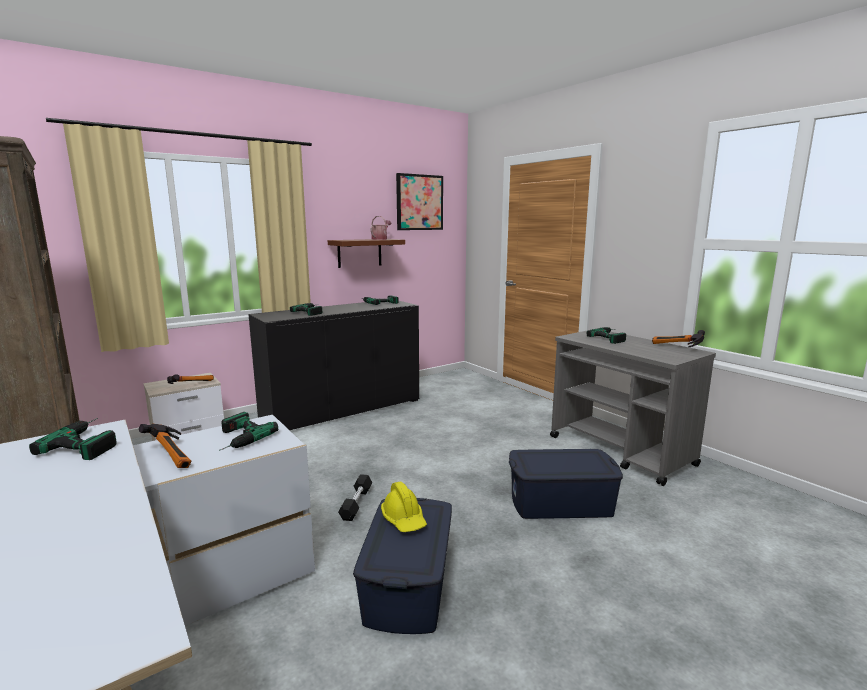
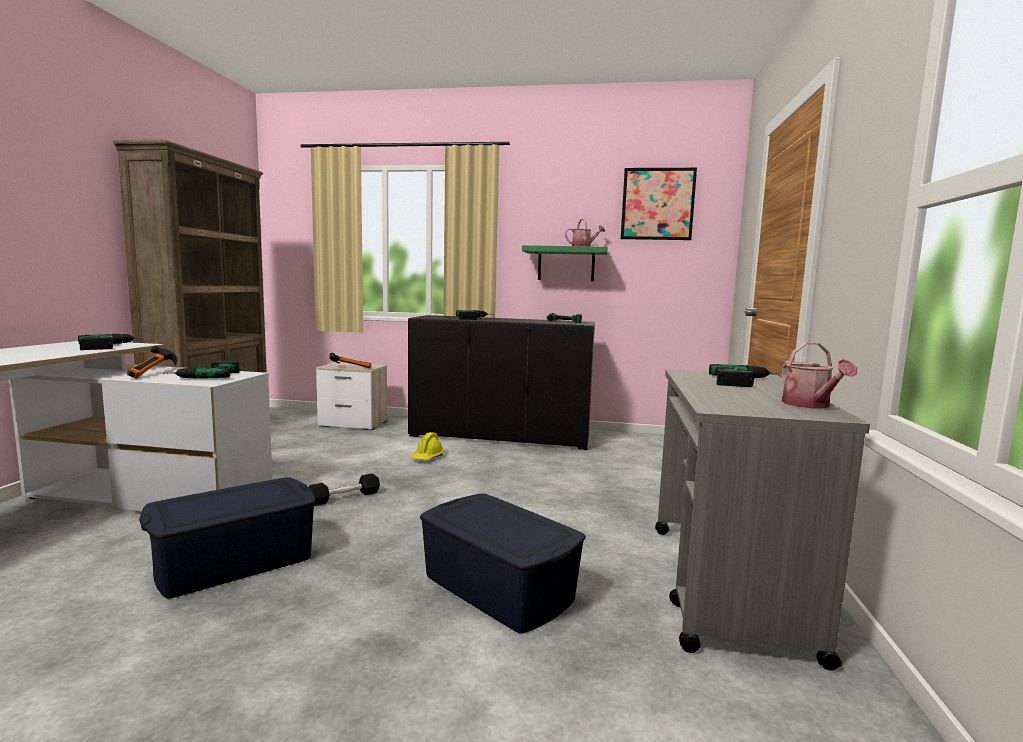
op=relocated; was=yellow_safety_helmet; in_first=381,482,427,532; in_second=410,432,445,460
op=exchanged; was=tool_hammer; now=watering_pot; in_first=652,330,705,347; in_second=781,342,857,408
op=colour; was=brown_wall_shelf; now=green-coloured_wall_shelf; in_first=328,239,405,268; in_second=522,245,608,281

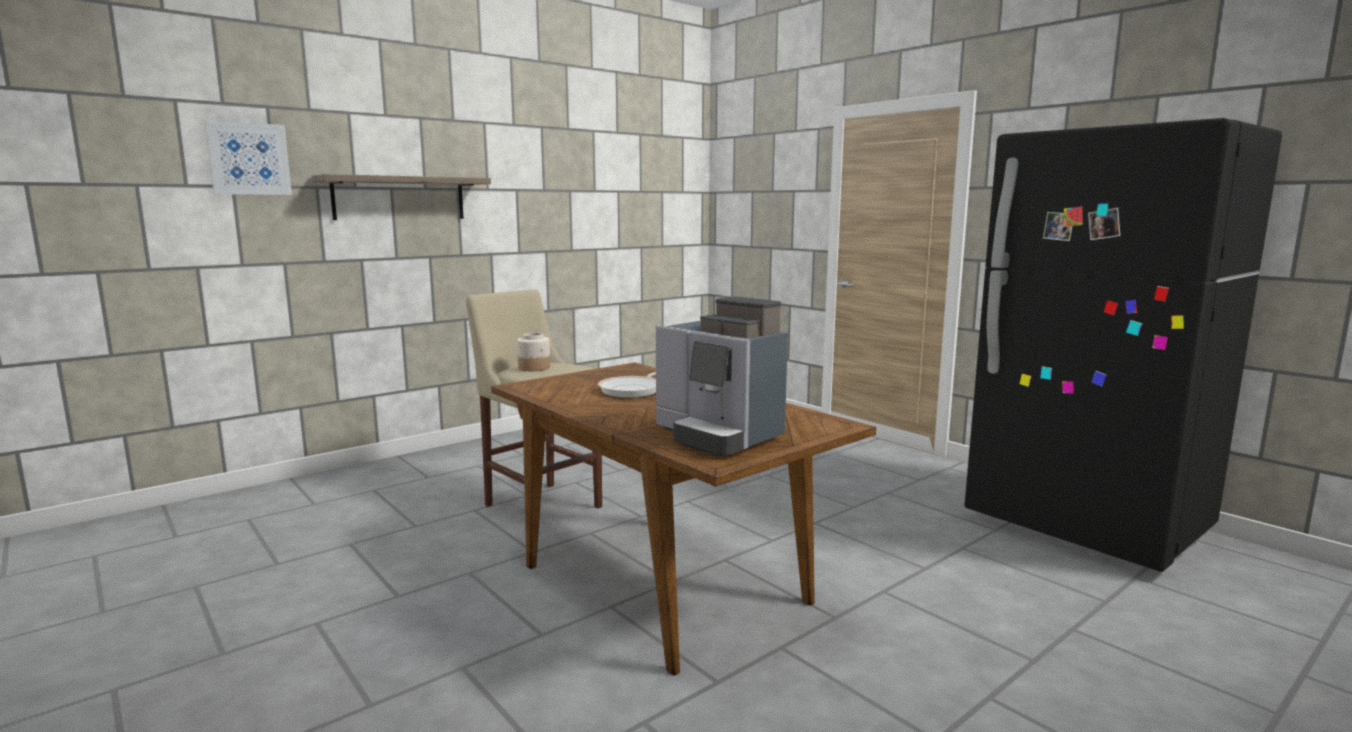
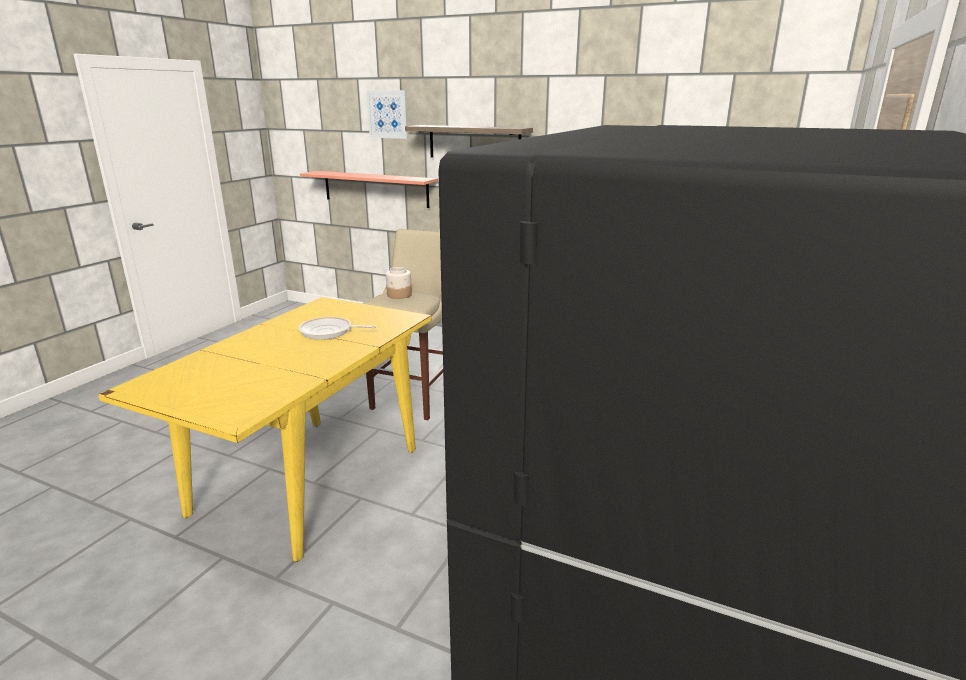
op=missing; was=coffee_maker; in_first=656,296,788,457
op=appeared; now=wall_shelf; in_second=300,171,438,208
op=colour; was=brown_kitchen_table; now=yellow_kitchen_table; in_first=491,362,876,675; in_second=98,297,432,562

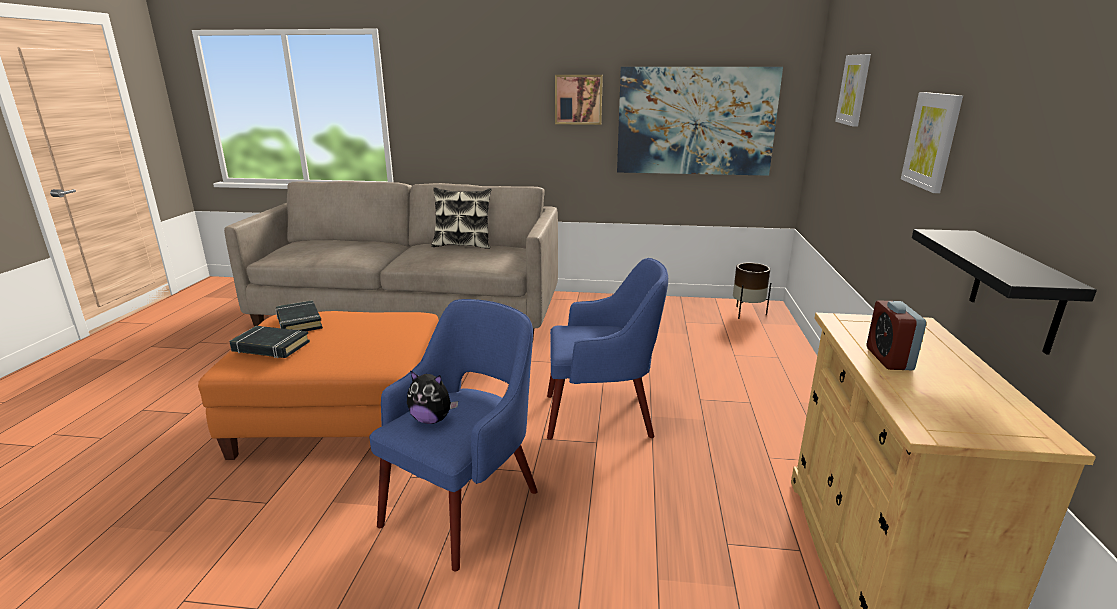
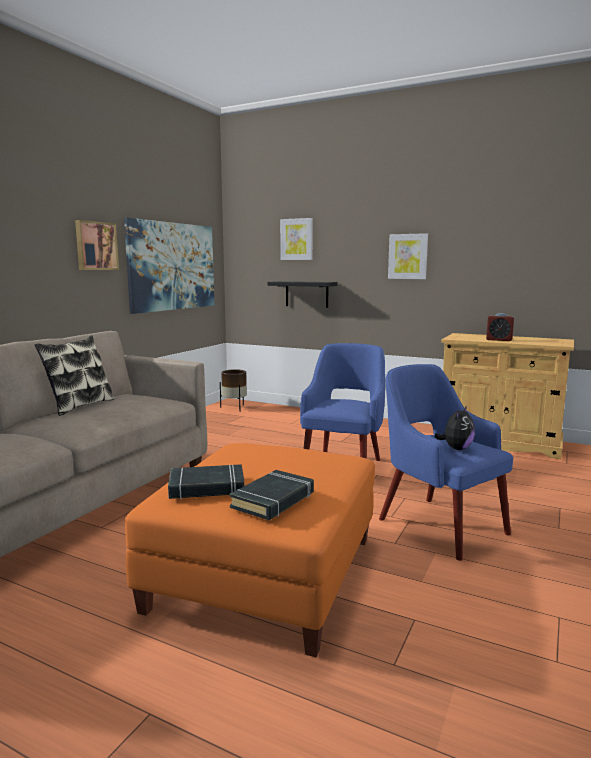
op=relocated; was=blackish_wall_shelf; in_first=912,229,1097,355; in_second=267,281,337,308

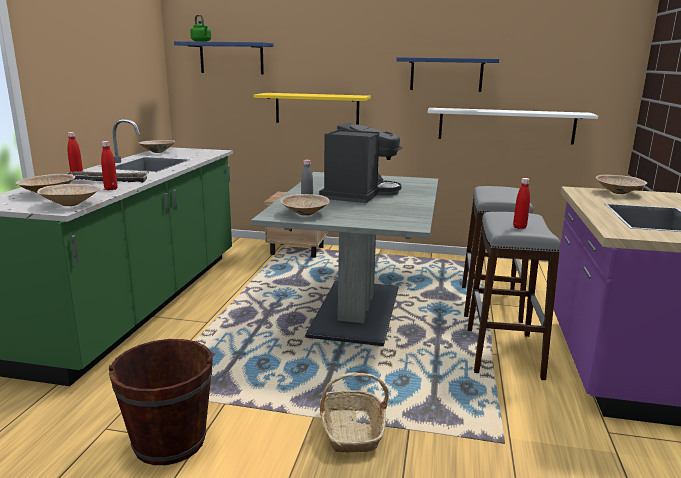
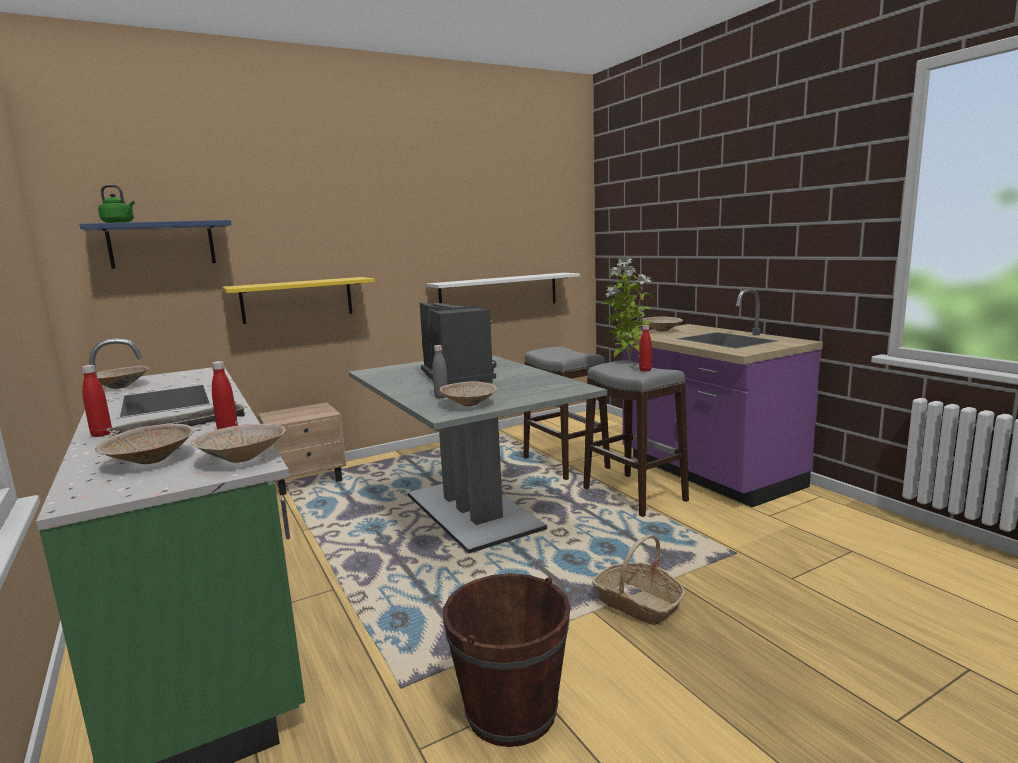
op=missing; was=blue-coloured_wall_shelf; in_first=396,57,499,92
op=appeared; now=plant_in_a_pot; in_second=603,257,653,361

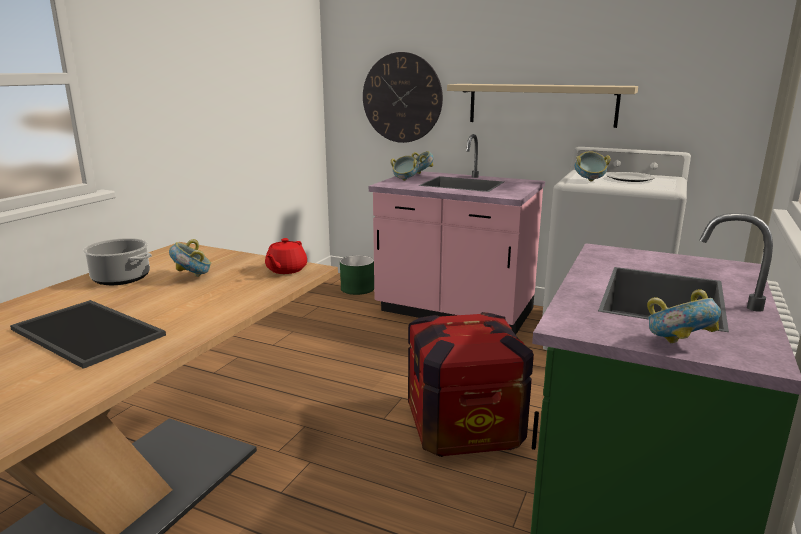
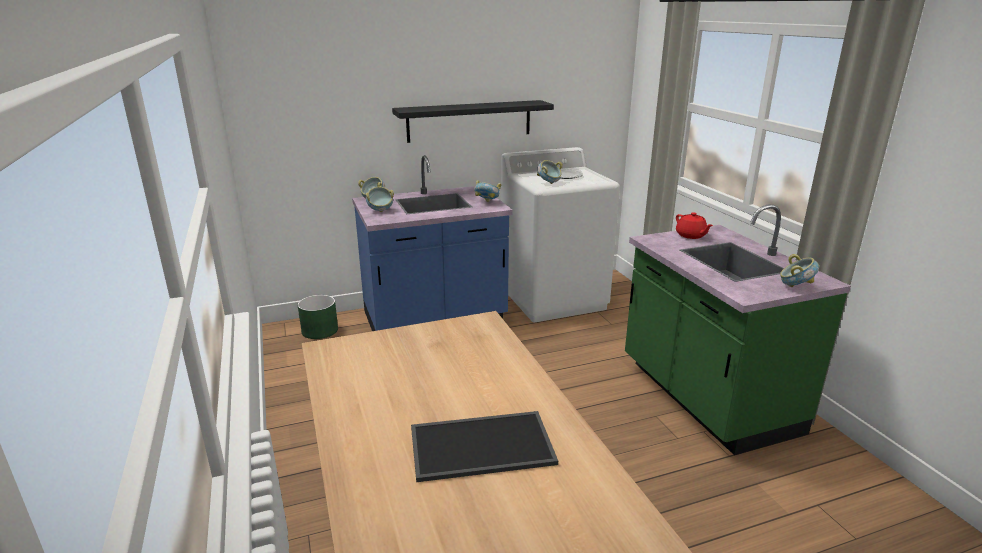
op=missing; was=stockpot; in_first=83,238,152,285
op=missing; was=clock_on_the_wall; in_first=363,52,443,143
op=missing; was=crate; in_first=408,312,534,457
op=relocated; was=bowl; in_first=169,239,211,277; in_second=474,180,501,202
op=relocated; was=reddish_teapot; in_first=265,238,307,274; in_second=676,212,713,239
op=colour; was=pinkish_kitchen_counter; now=blue-coloured_kitchen_counter; in_first=369,134,545,335; in_second=352,155,513,331
op=colour; was=beige-coloured_wall_shelf; now=blackish_wall_shelf; in_first=447,84,638,128; in_second=392,100,554,143

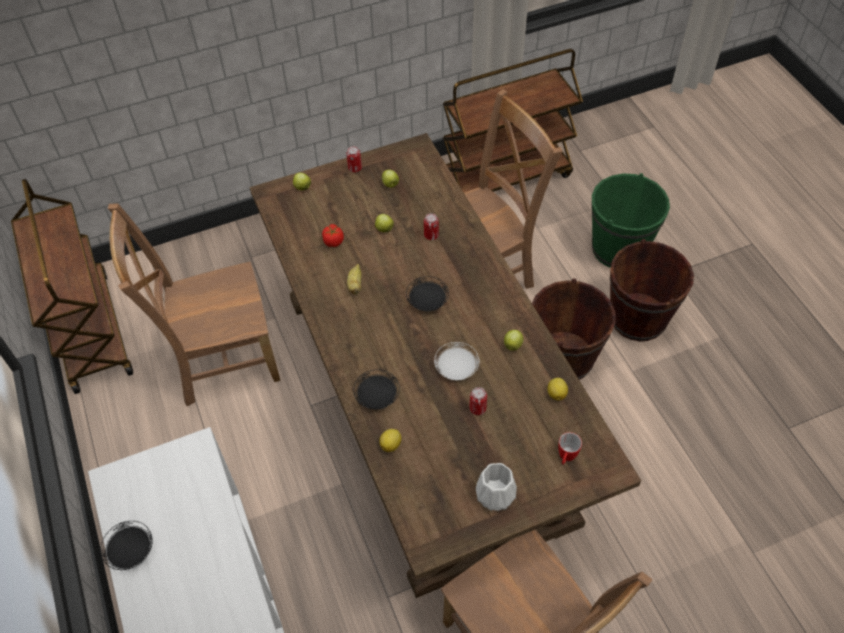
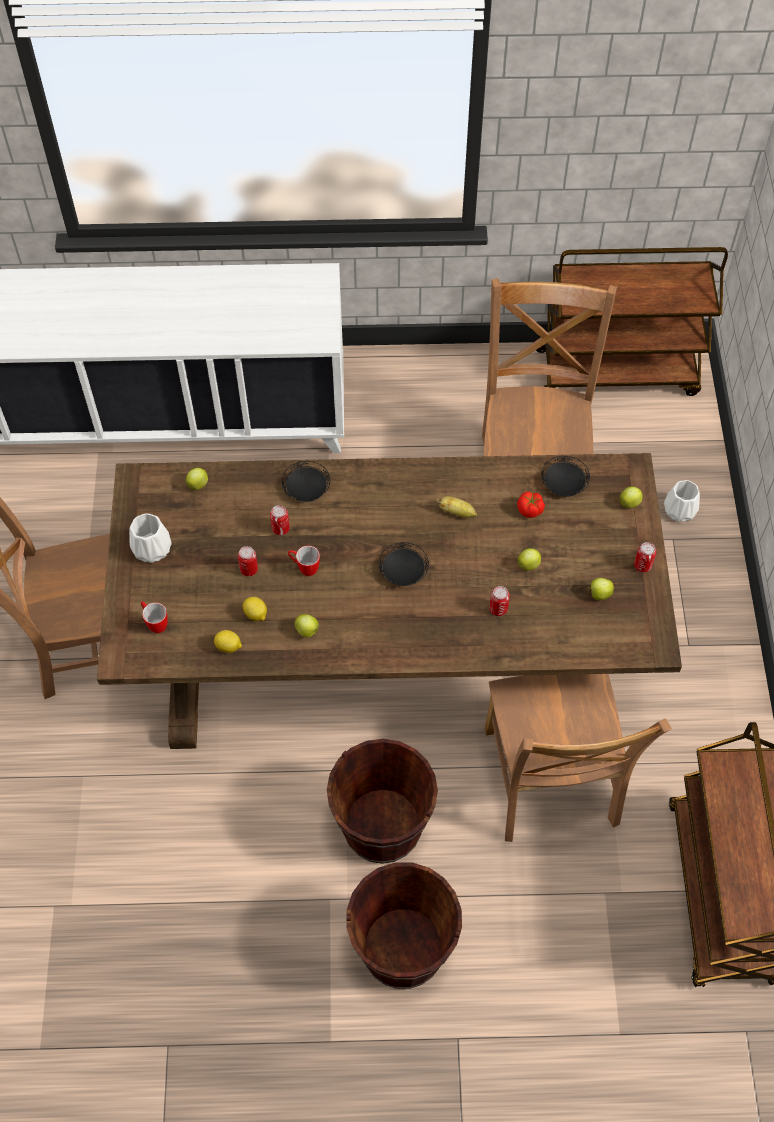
op=missing; was=green-coloured_bucket; in_first=591,173,670,268
op=appeared; now=whole_apple; in_second=186,468,208,490
op=appeared; now=can; in_second=270,505,290,535
op=appeared; now=white_flower_vase; in_second=664,480,700,522
op=relocated; was=blackish_flat_dish; in_first=100,521,153,570; in_second=541,456,590,497
op=relocated; was=citrus_fruit; in_first=379,429,401,452; in_second=243,597,267,621
op=exchanged; was=white_flat_dish; now=coffee_mug; in_first=434,342,480,380; in_second=288,546,320,576

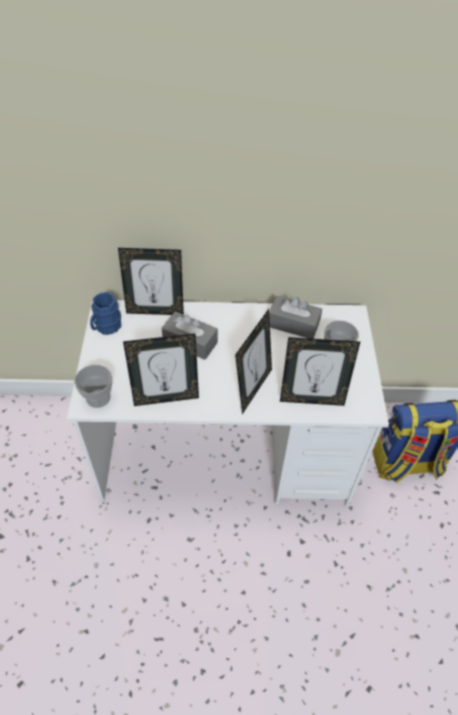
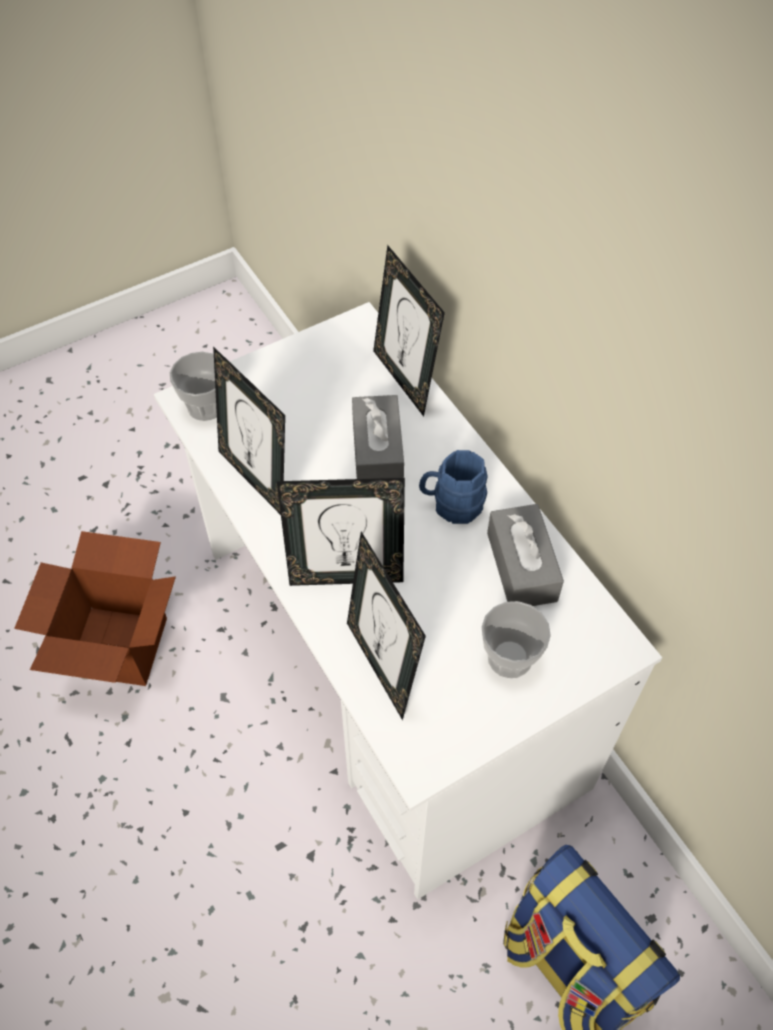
op=appeared; now=packing_box; in_second=14,531,176,686
op=relocated; was=blue-coloured_coffee_mug; in_first=90,292,121,335; in_second=419,450,488,524

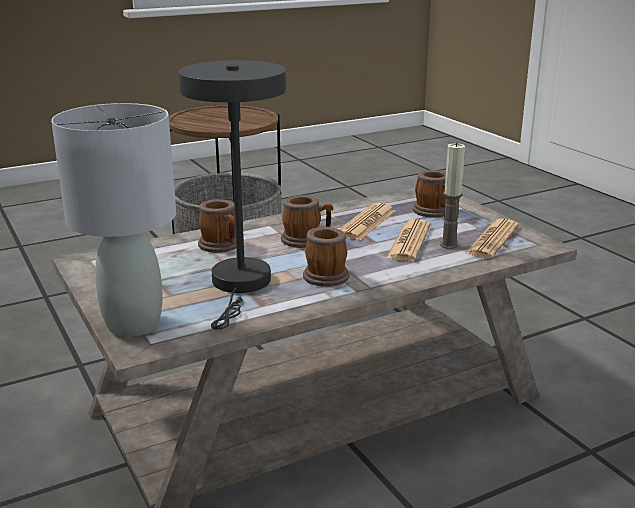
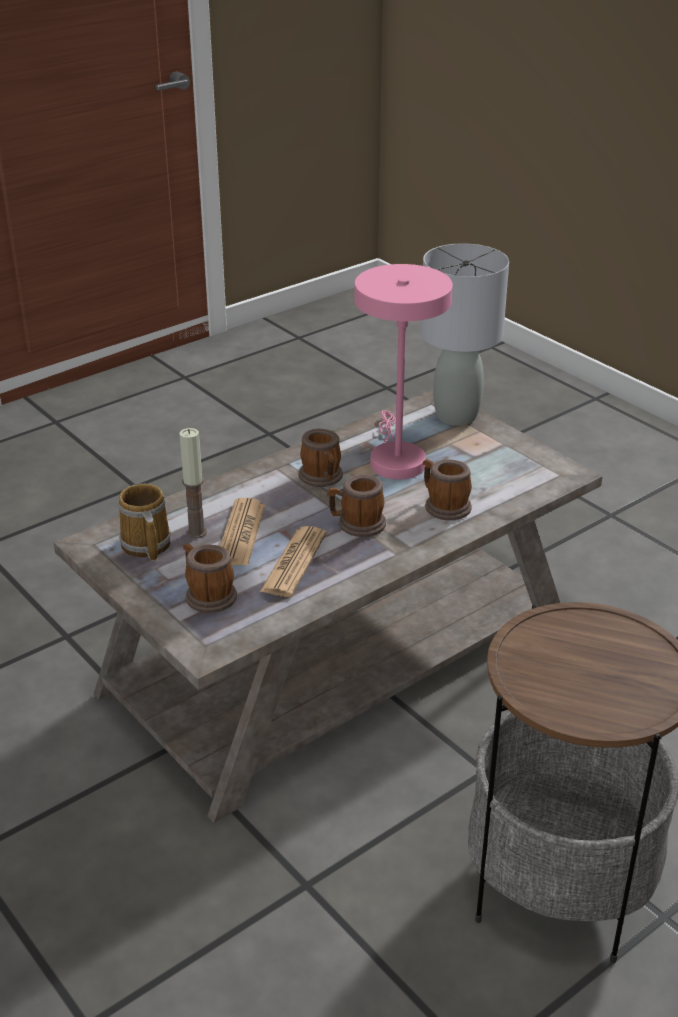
op=exchanged; was=newspaper; now=coffee_mug; in_first=464,219,519,259; in_second=118,484,171,561
op=colour; was=grey_lamp_for_a_table; now=pinkish_lamp_for_a_table; in_first=178,60,286,329; in_second=354,264,453,480

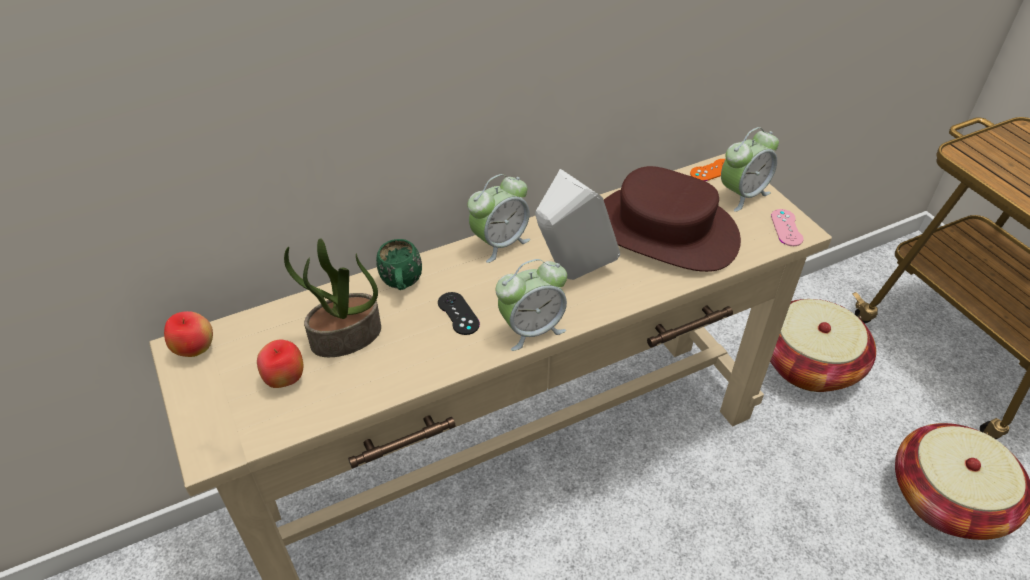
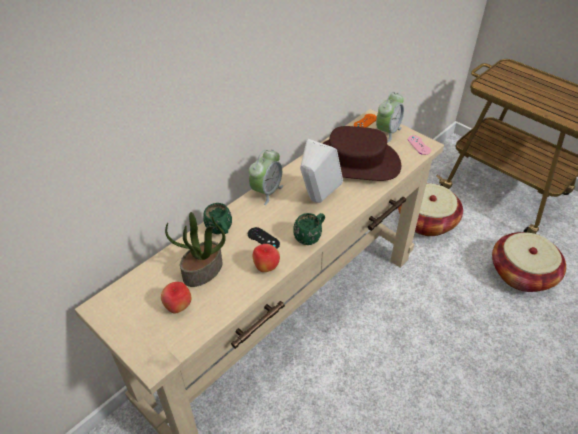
op=relocated; was=whole_apple; in_first=164,311,213,357; in_second=253,244,280,272
op=exchanged; was=bedside_clock; now=green-coloured_coffee_mug; in_first=496,259,567,351; in_second=293,213,325,245

